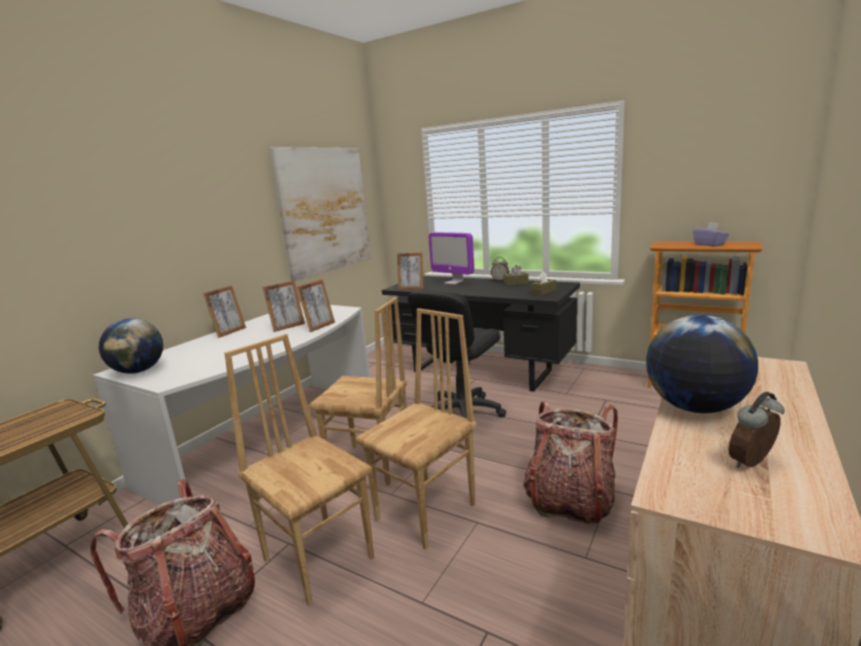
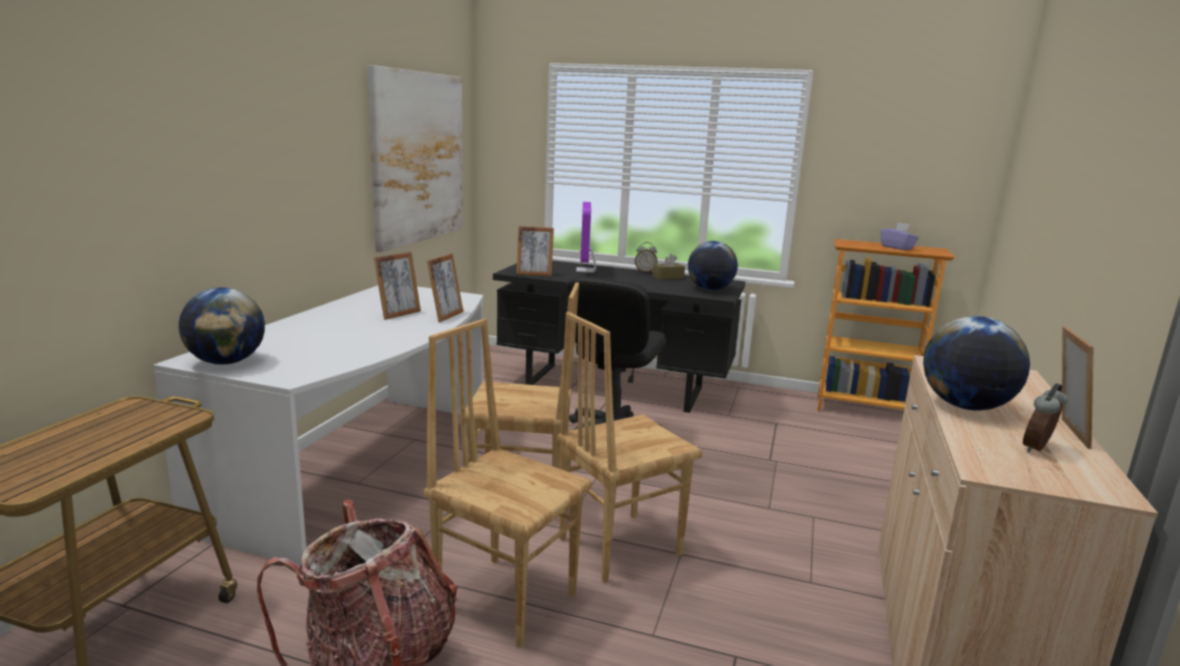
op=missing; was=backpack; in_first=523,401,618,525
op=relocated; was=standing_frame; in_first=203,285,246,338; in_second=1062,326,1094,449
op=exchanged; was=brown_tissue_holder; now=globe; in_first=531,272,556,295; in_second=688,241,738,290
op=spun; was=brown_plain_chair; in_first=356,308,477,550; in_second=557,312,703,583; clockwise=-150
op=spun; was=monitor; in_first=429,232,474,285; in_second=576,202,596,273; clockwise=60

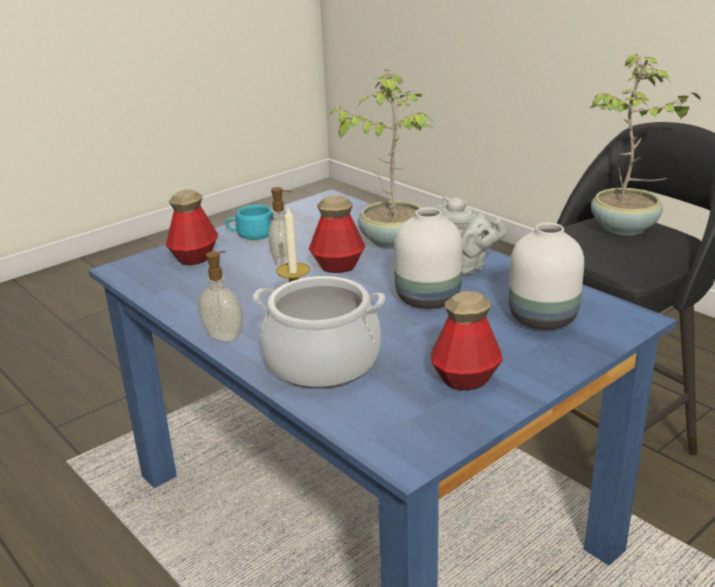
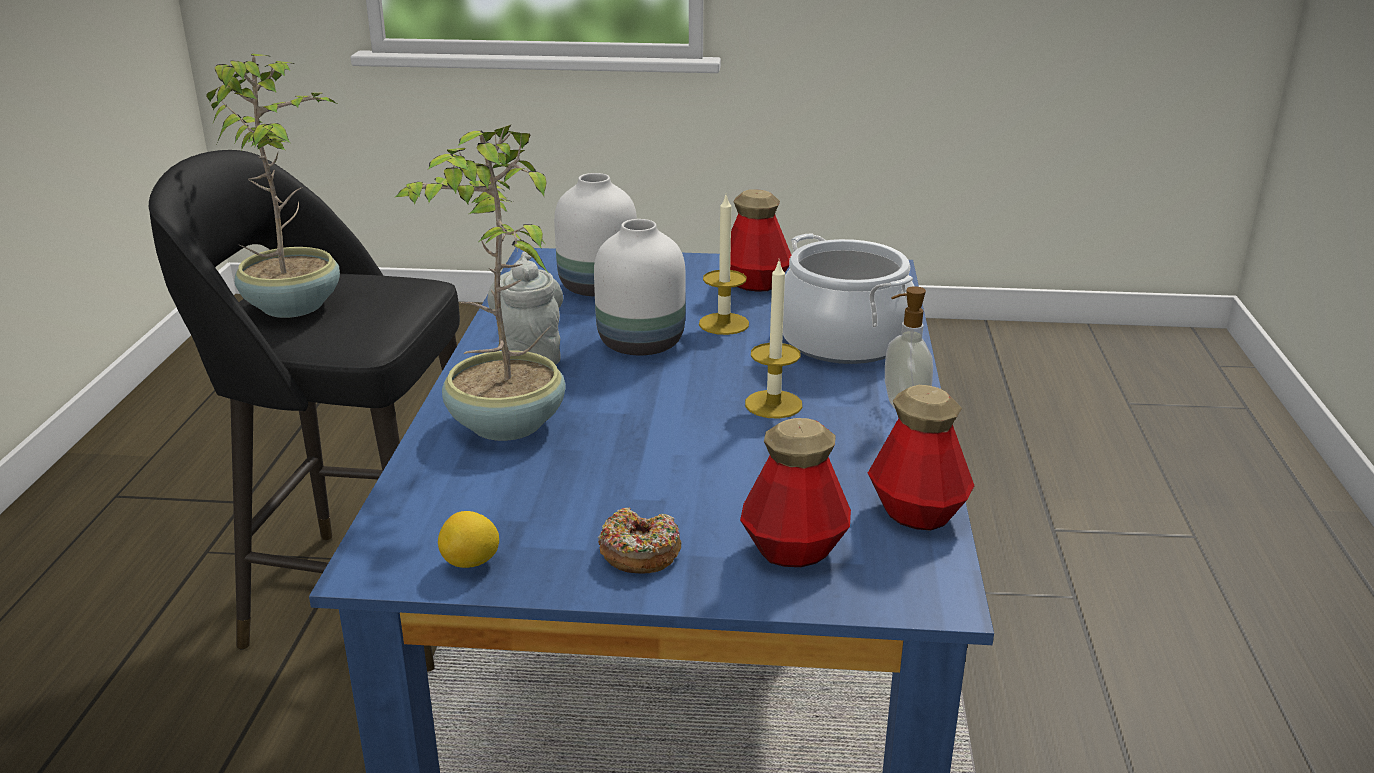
op=missing; was=liquid_soap_bottle; in_first=268,187,292,266
op=appeared; now=citrus_fruit; in_second=438,511,499,568
op=appeared; now=wax_candle; in_second=699,196,749,335
op=relocated; was=bottle; in_first=309,196,365,273; in_second=868,385,974,531
op=exchanged; was=turquoise-coloured_drinking_cup; now=donut; in_first=225,204,273,240; in_second=598,508,681,573

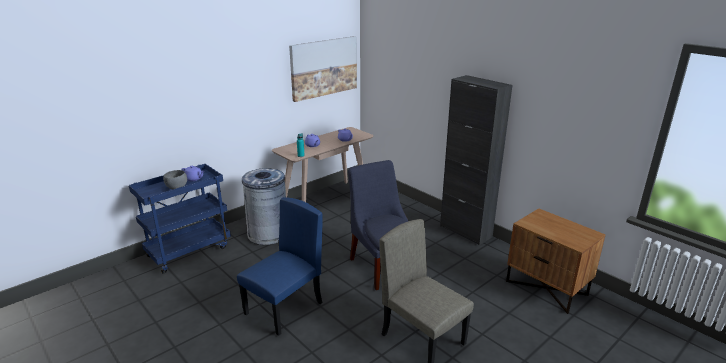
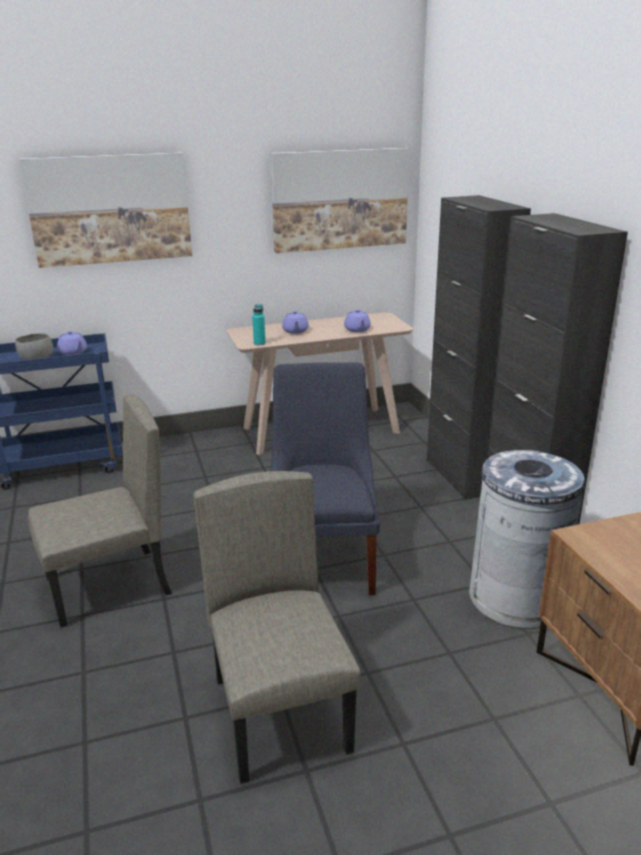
op=appeared; now=picture; in_second=19,152,192,268
op=appeared; now=blackish_cupboard; in_second=427,195,531,500
op=relocated; was=grey_waste_bin; in_first=242,168,286,245; in_second=469,450,585,629
op=colour; was=blue-coloured_plain_chair; now=beige-coloured_plain_chair; in_first=237,197,323,336; in_second=28,394,172,627

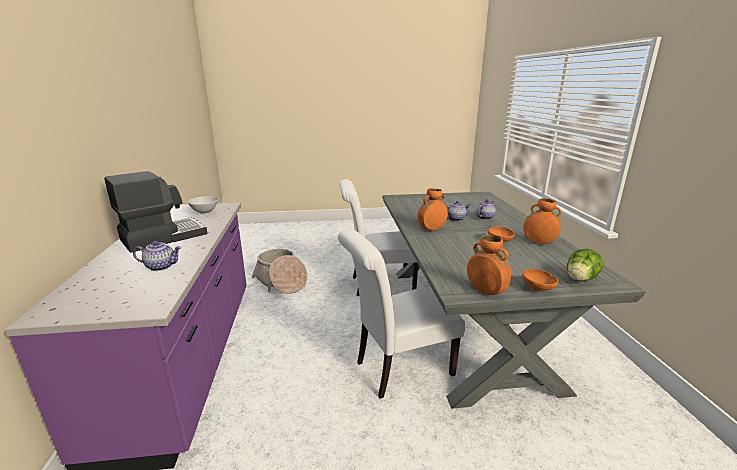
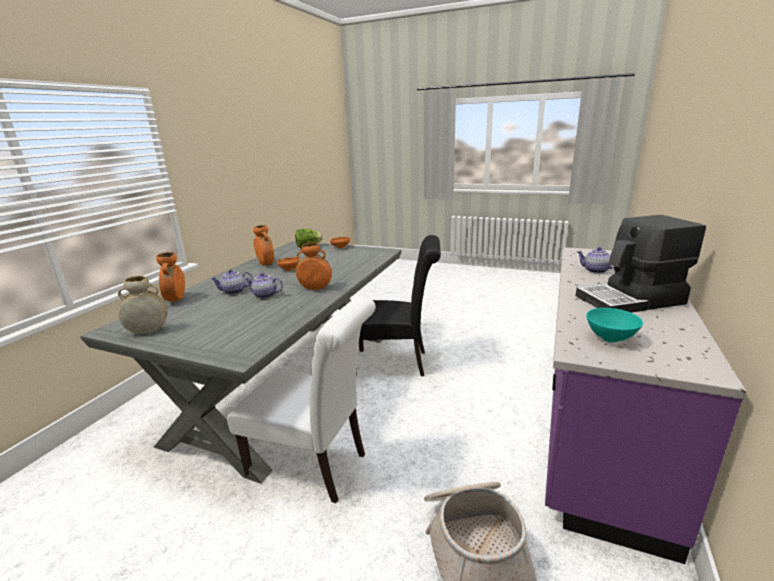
op=appeared; now=beige-coloured_flower_vase; in_second=118,276,167,334
op=relocated; was=orange-coloured_flower_vase; in_first=467,235,512,295; in_second=156,252,185,302
op=colour; was=white_bowl; now=turquoise-coloured_bowl; in_first=188,196,218,214; in_second=586,308,643,343
op=colour; was=white_plain_chair; now=blackish_plain_chair; in_first=338,229,466,399; in_second=356,235,441,376

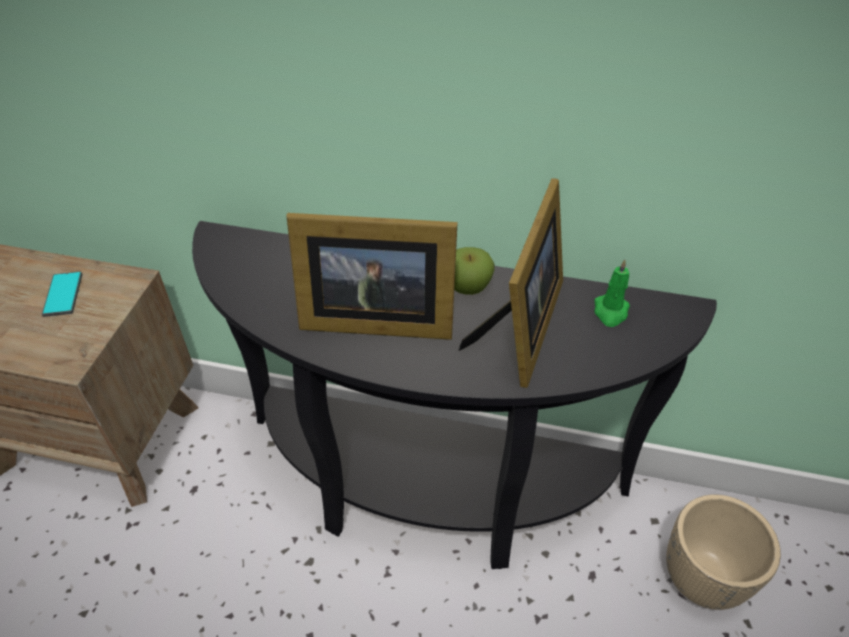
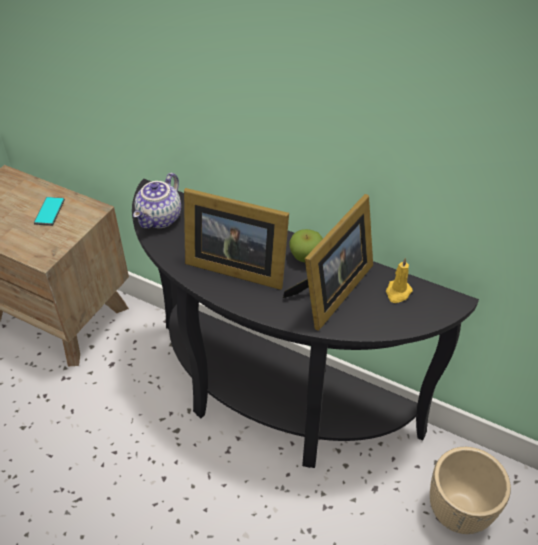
op=appeared; now=teapot; in_second=133,173,181,229
op=colour; was=green-coloured_wax_candle; now=yellow_wax_candle; in_first=594,259,630,327; in_second=386,257,413,303

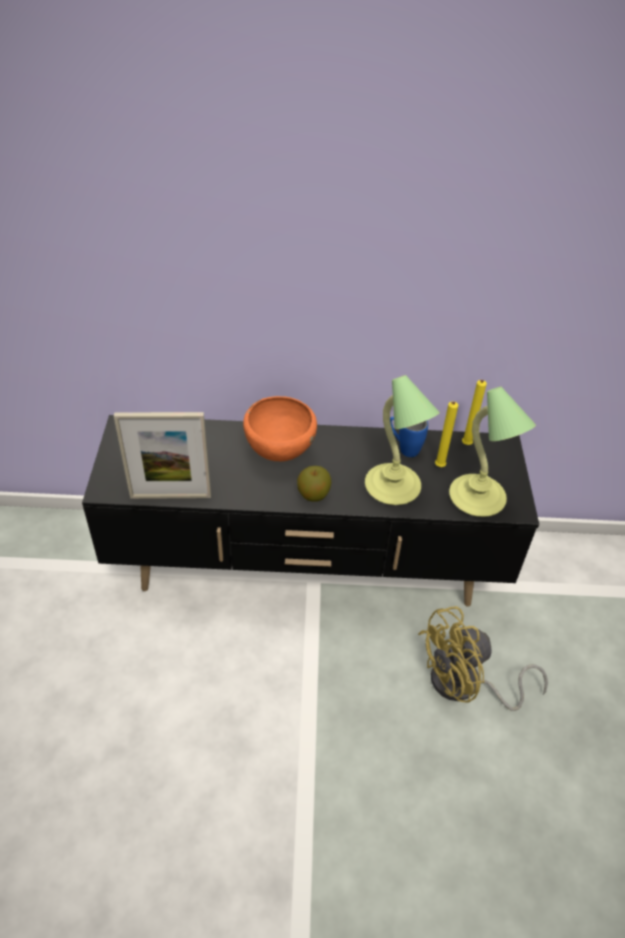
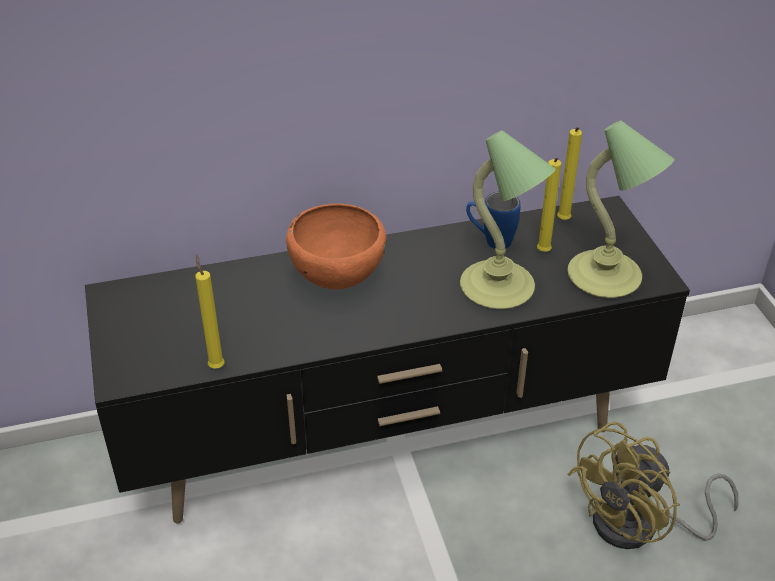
op=missing; was=whole_apple; in_first=297,466,331,502
op=exchanged; was=standing_frame; now=yellow_wax_candle; in_first=114,412,211,499; in_second=195,255,225,369

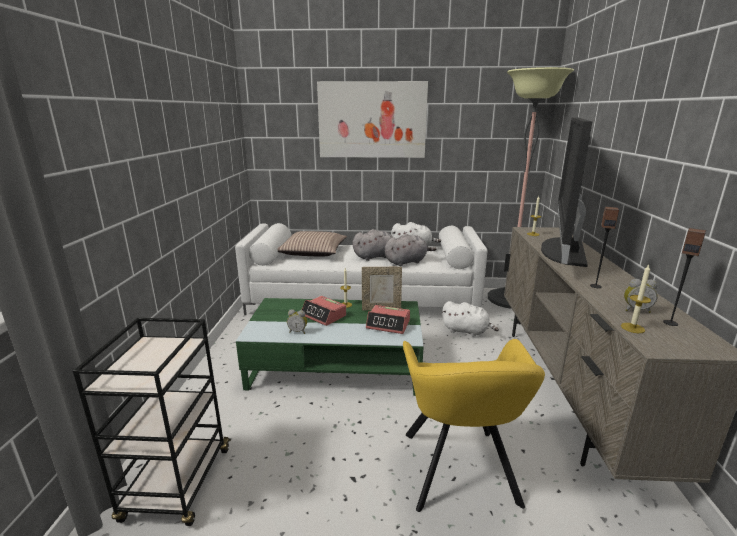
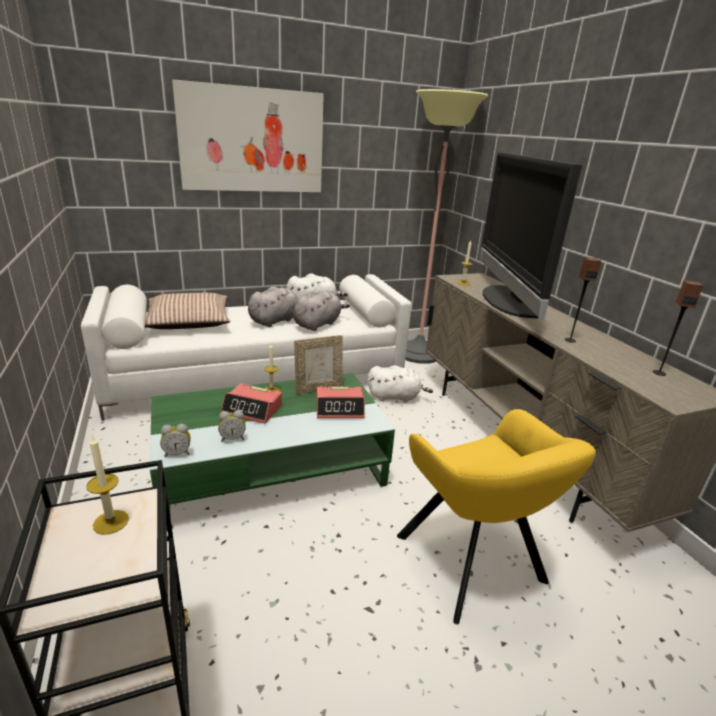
op=relocated; was=wax_candle; in_first=621,265,651,333; in_second=86,435,129,535
op=relocated; was=bedside_clock; in_first=624,279,658,313; in_second=160,424,191,457

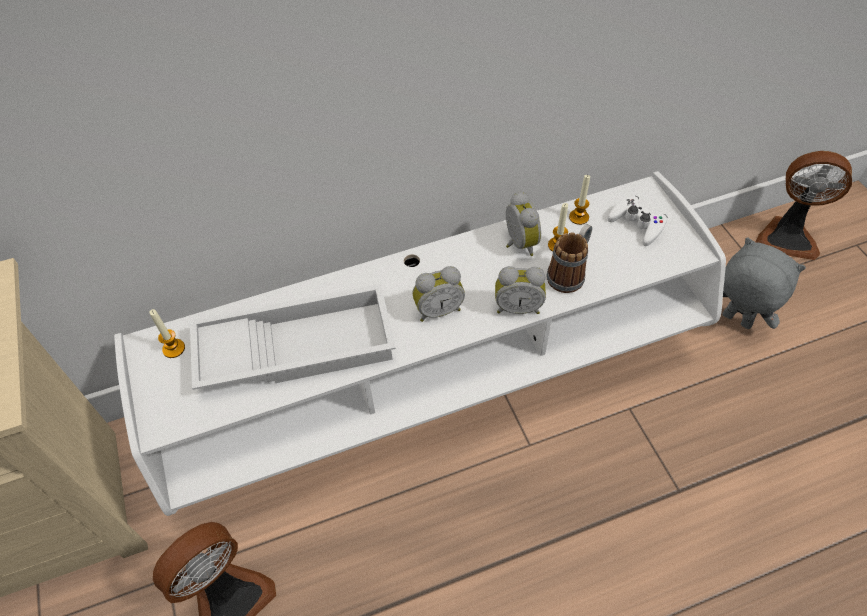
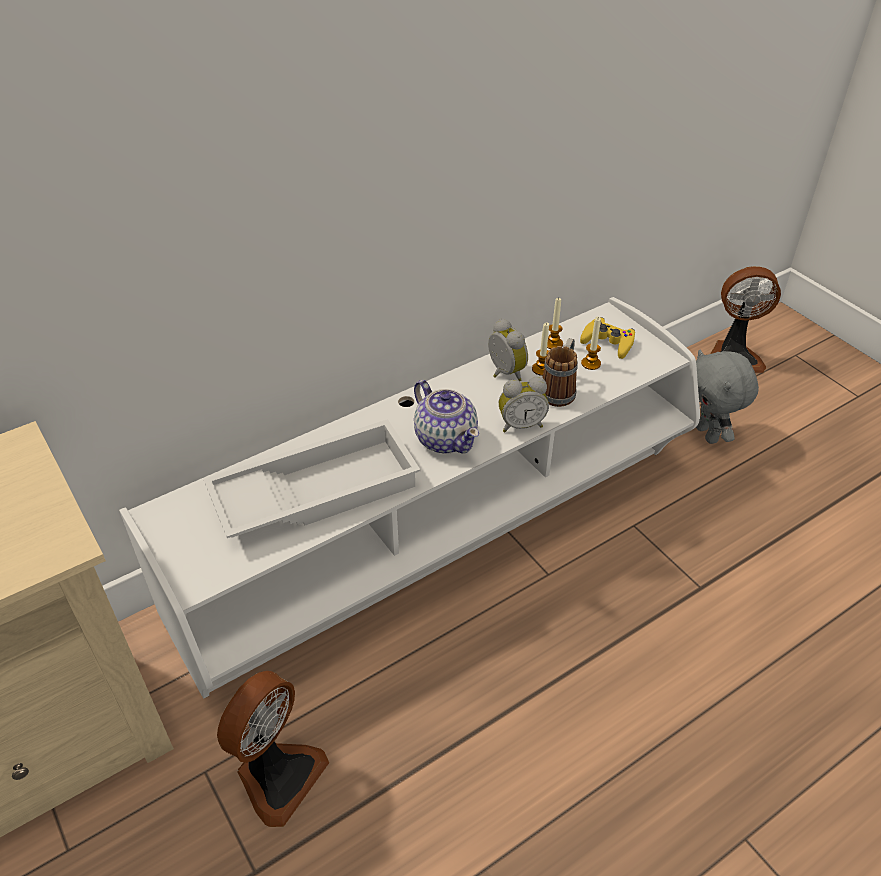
op=relocated; was=wax_candle; in_first=149,309,185,358; in_second=581,317,601,370
op=exchanged; was=bedside_clock; now=teapot; in_first=412,266,465,322; in_second=414,380,479,454
op=colour; was=white_gamepad; now=yellow_gamepad; in_first=607,196,667,246; in_second=580,317,635,359
op=spun; was=grey_plush_toy; in_first=722,238,806,329; in_second=696,350,759,444; clockwise=-135

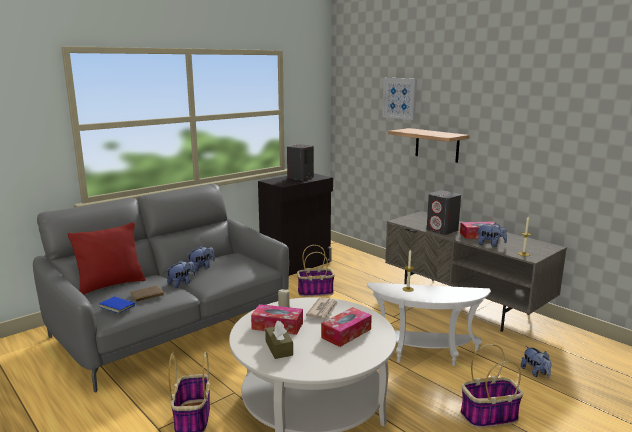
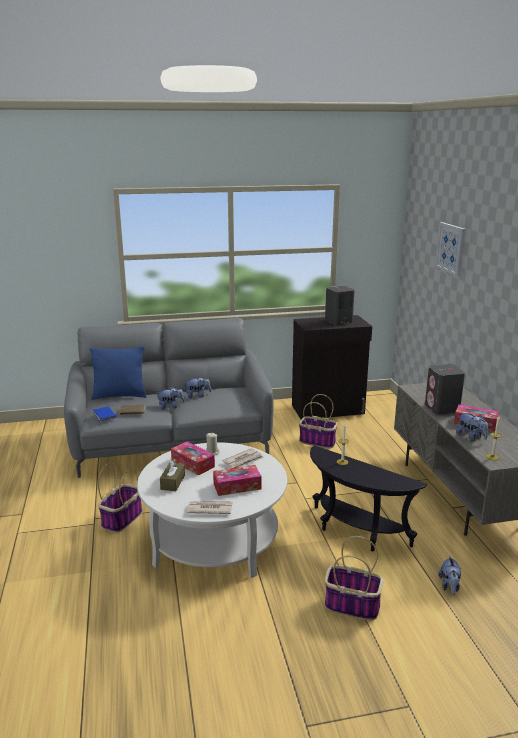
op=missing; was=wall_shelf; in_first=388,128,470,163
op=appeared; now=newspaper; in_second=187,501,233,514
op=colour; was=reddish_cushion; now=blue-coloured_cushion; in_first=68,222,146,295; in_second=90,346,147,400
op=colour; was=white_side_table; now=blackish_side_table; in_first=367,282,491,366; in_second=310,445,427,552

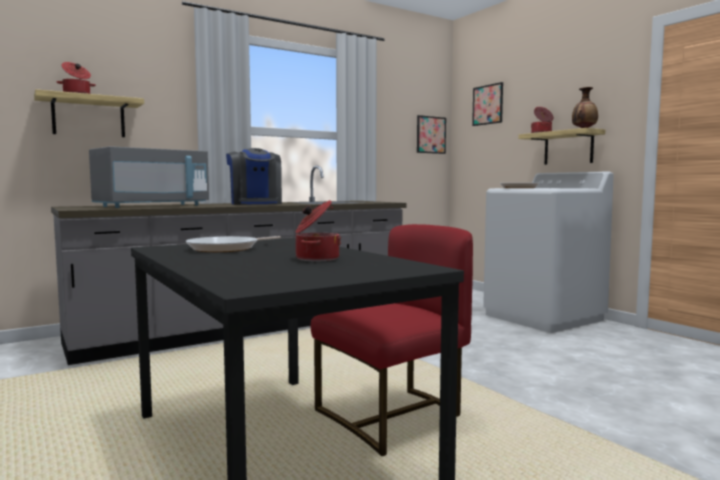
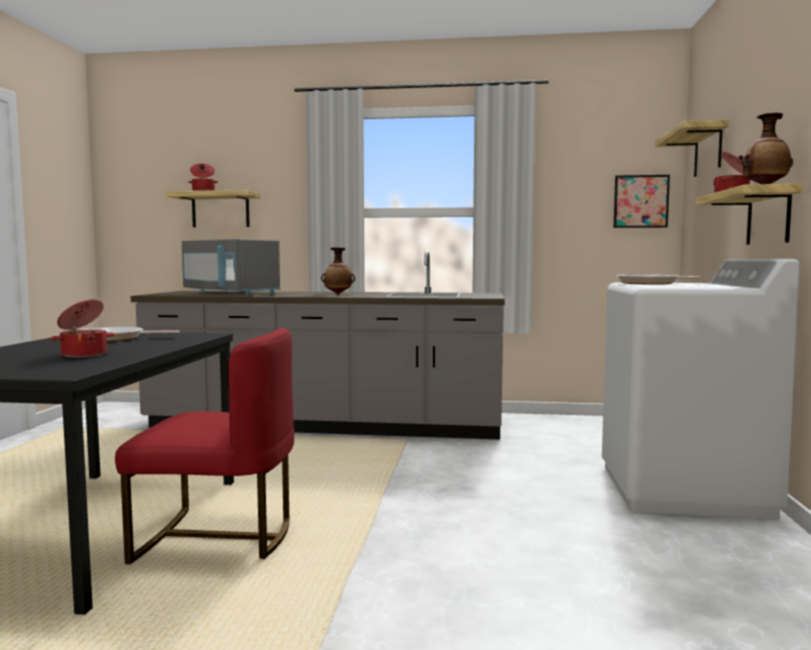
op=exchanged; was=coffee_maker; now=flower_vase; in_first=226,148,282,205; in_second=321,248,355,294
op=exchanged; was=picture; now=wall_shelf; in_first=472,82,503,126; in_second=655,120,729,177
op=spun; was=grey_kitchen_microwave; in_first=89,146,209,208; in_second=182,239,281,296; clockwise=45

